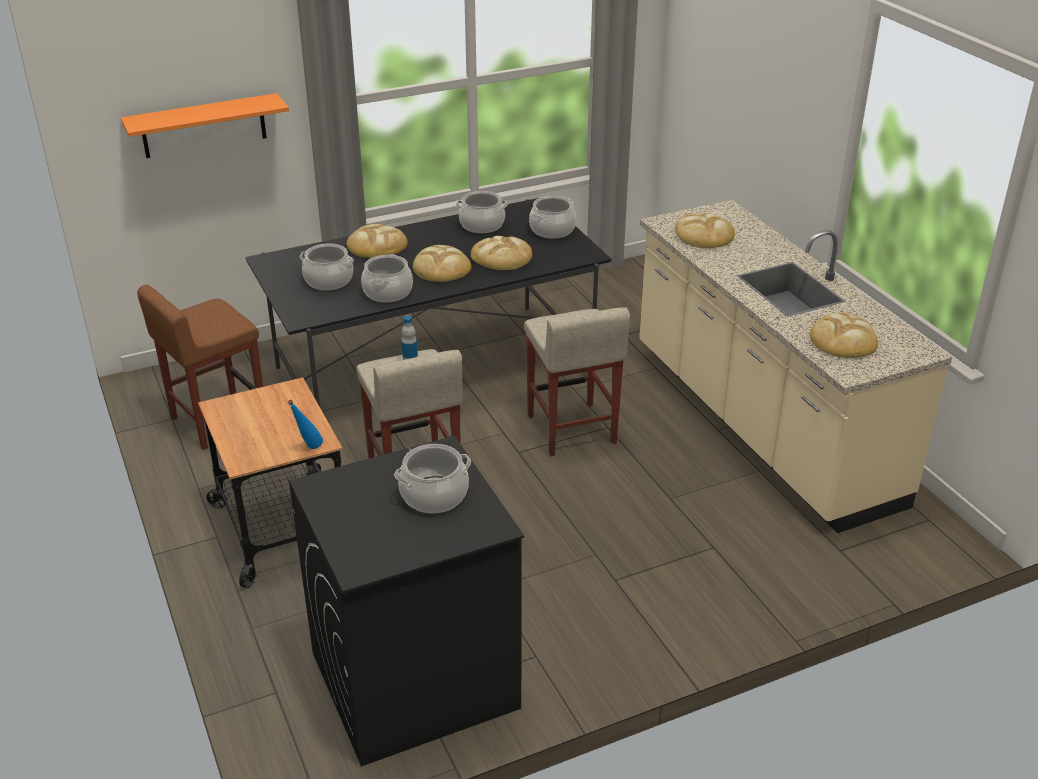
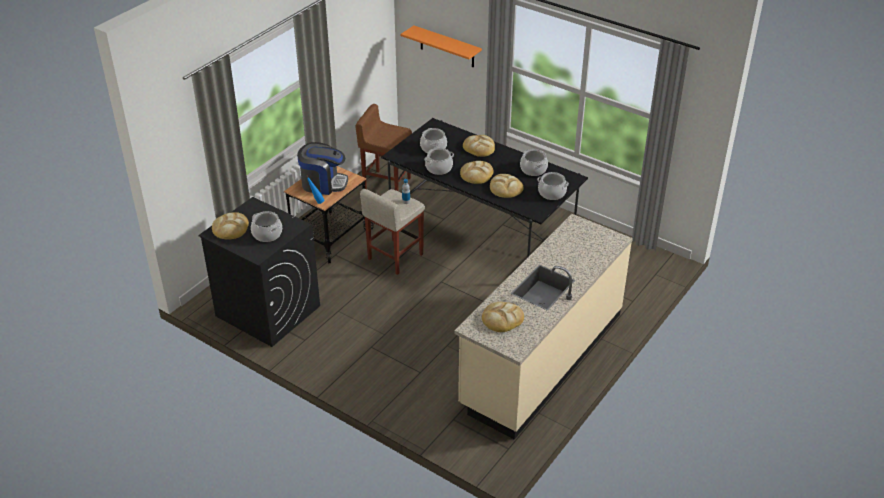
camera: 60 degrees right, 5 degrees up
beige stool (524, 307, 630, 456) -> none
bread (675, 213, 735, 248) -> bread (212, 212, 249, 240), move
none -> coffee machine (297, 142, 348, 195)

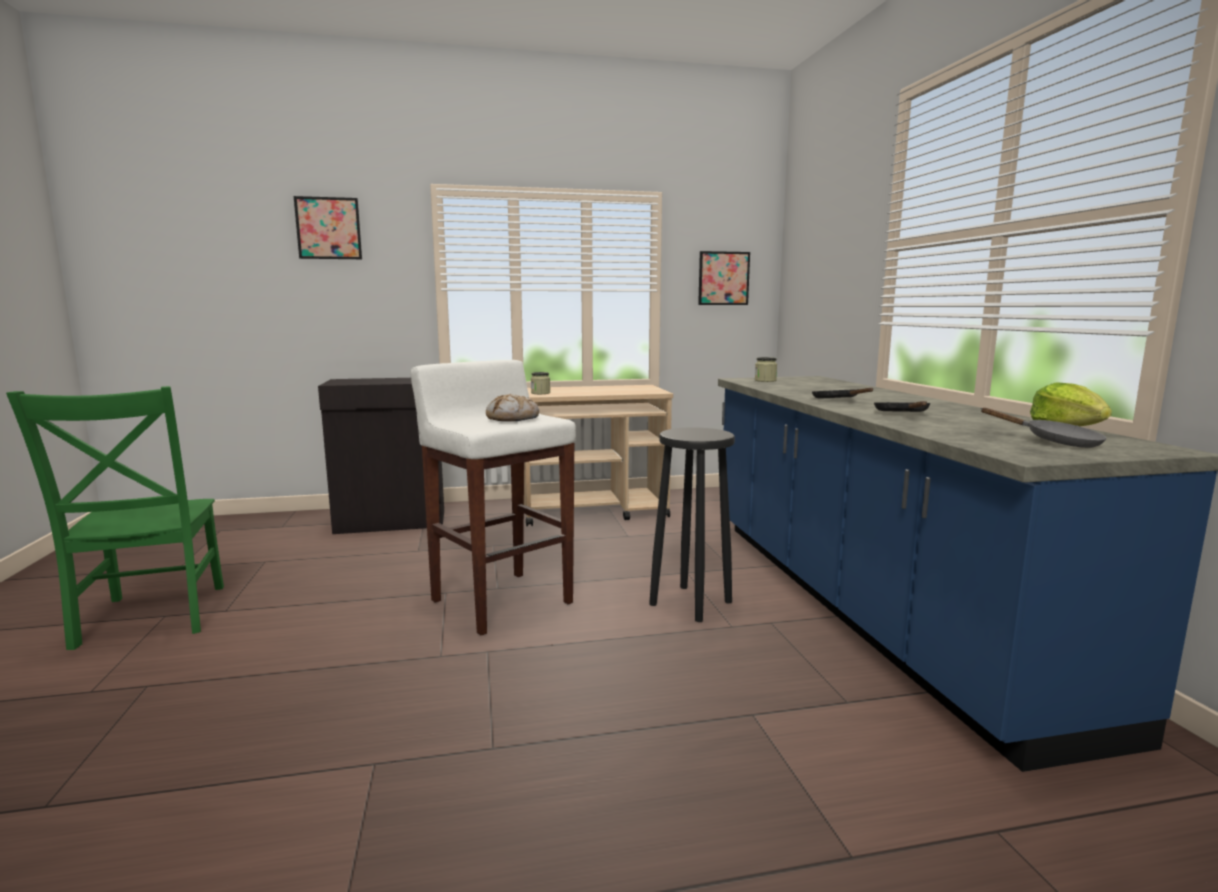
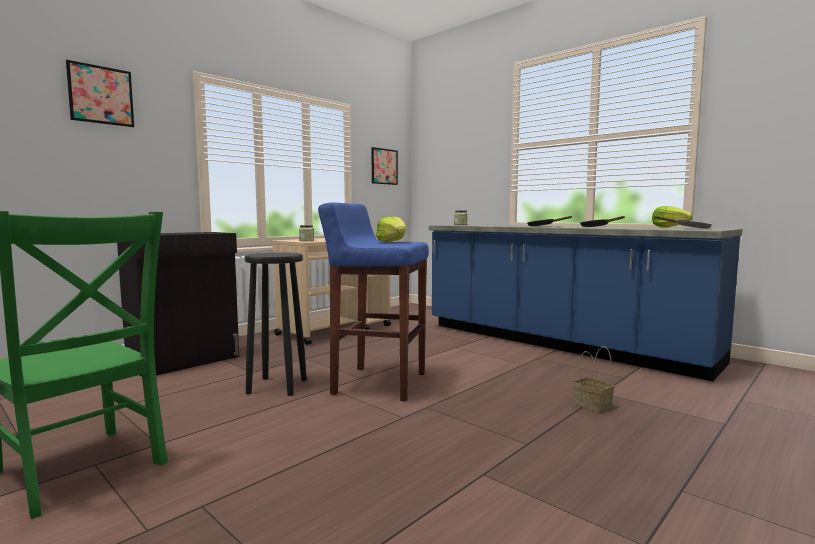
camera: 35 degrees left, 5 degrees down
white stool (410, 360, 576, 635) -> blue stool (318, 202, 429, 402)
bread (486, 394, 539, 422) -> lettuce (376, 216, 406, 242)
black stool (649, 427, 735, 622) -> black stool (245, 252, 307, 396), move
none -> basket (573, 346, 614, 413)

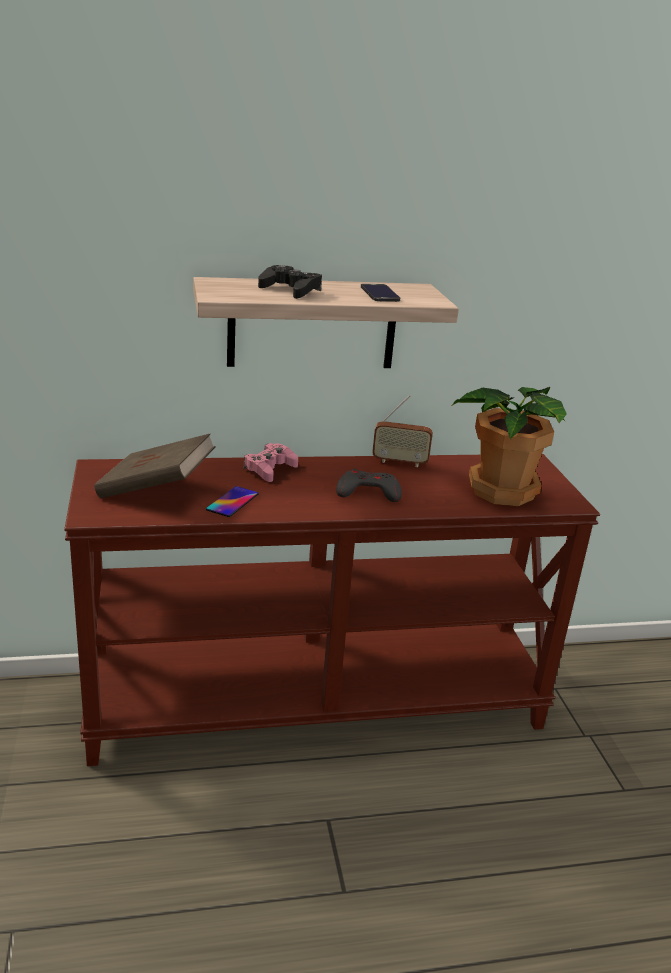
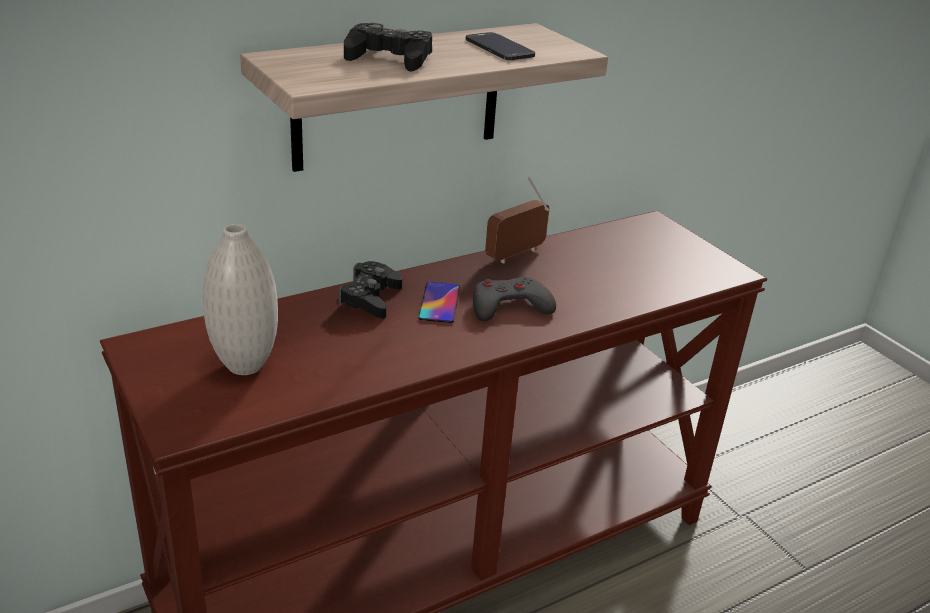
camera: 20 degrees left, 5 degrees up
brown book (94, 434, 216, 498) -> white vase (202, 223, 278, 375)
phone (206, 486, 259, 517) -> phone (419, 281, 460, 323), move
pink game controller (244, 443, 298, 482) -> black game controller (339, 261, 402, 319)
radio (372, 395, 433, 467) -> radio (485, 177, 550, 264), 150 degrees clockwise
potted plant (452, 387, 567, 506) -> none

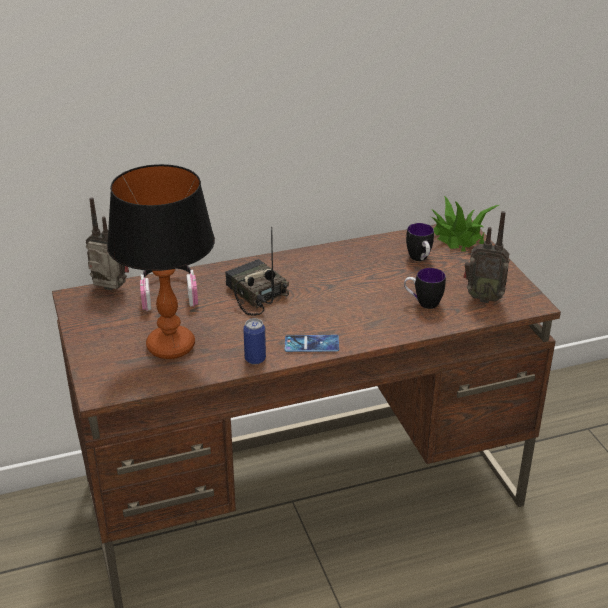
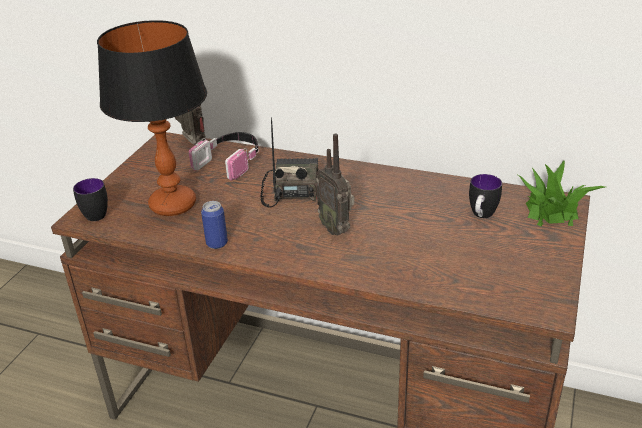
camera: 40 degrees right, 0 degrees up
phone (285, 335, 339, 352) -> none
mug (404, 268, 446, 309) -> mug (73, 178, 108, 221), move
radio (463, 211, 510, 303) -> radio (315, 133, 355, 236), move

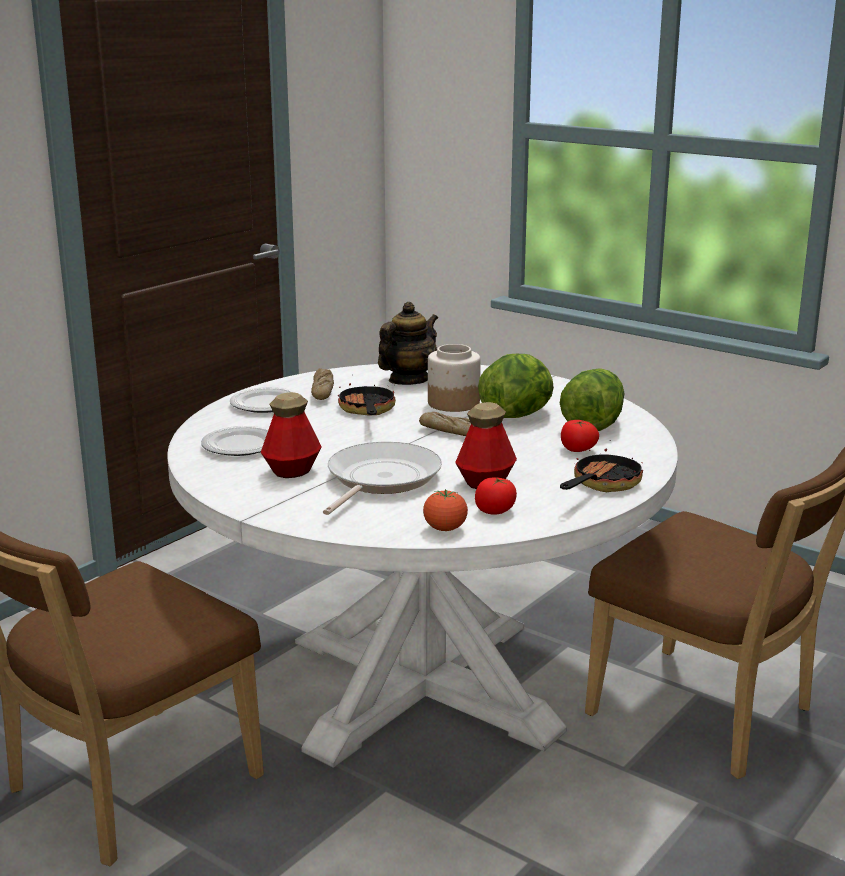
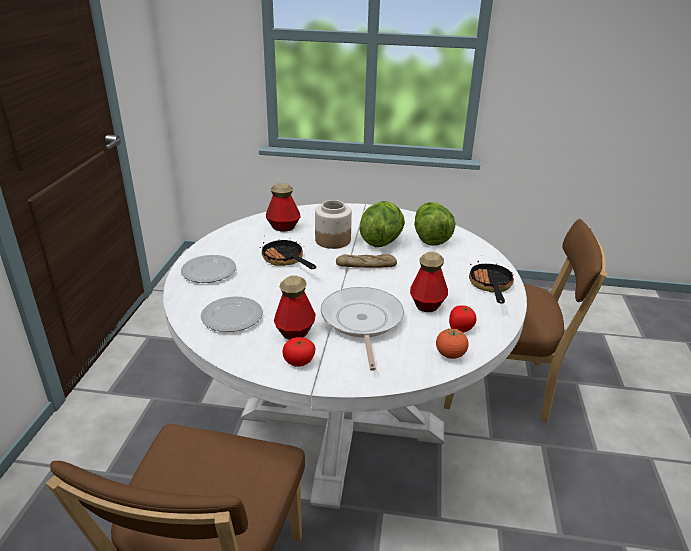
camera: 30 degrees left, 10 degrees up
bread (311, 368, 334, 400) -> none
teapot (378, 302, 438, 385) -> bottle (266, 183, 300, 231)
tomato (561, 420, 599, 452) -> tomato (282, 337, 315, 367), move

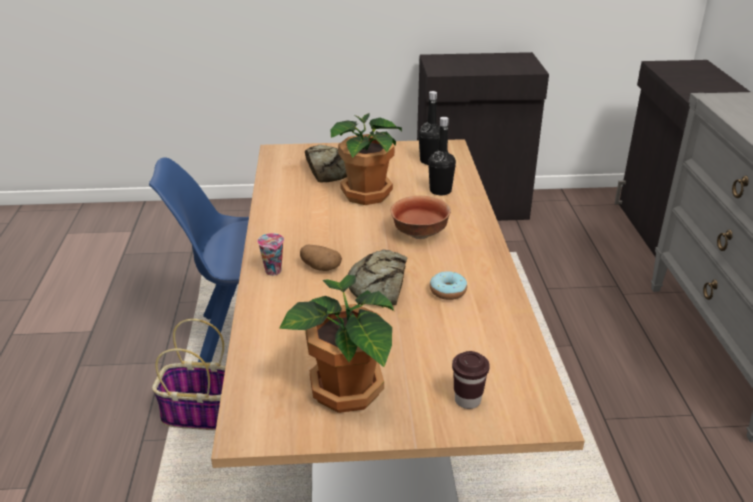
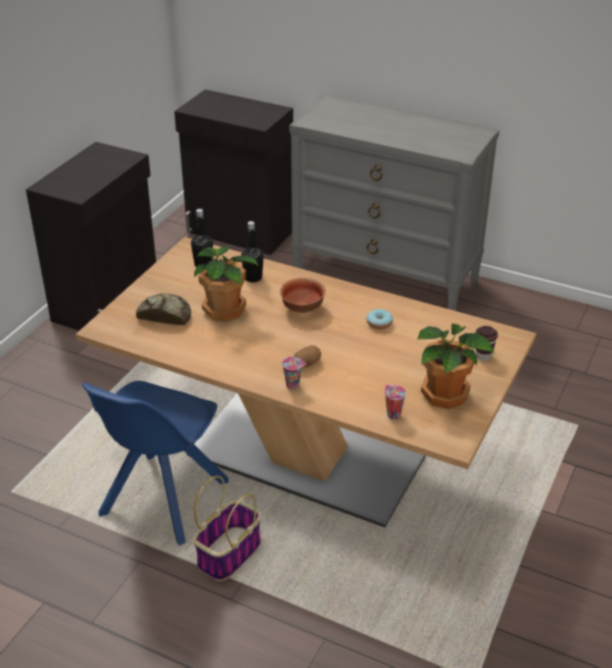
camera: 60 degrees left, 5 degrees up
bread (348, 249, 407, 305) -> none
none -> cup (384, 384, 406, 420)

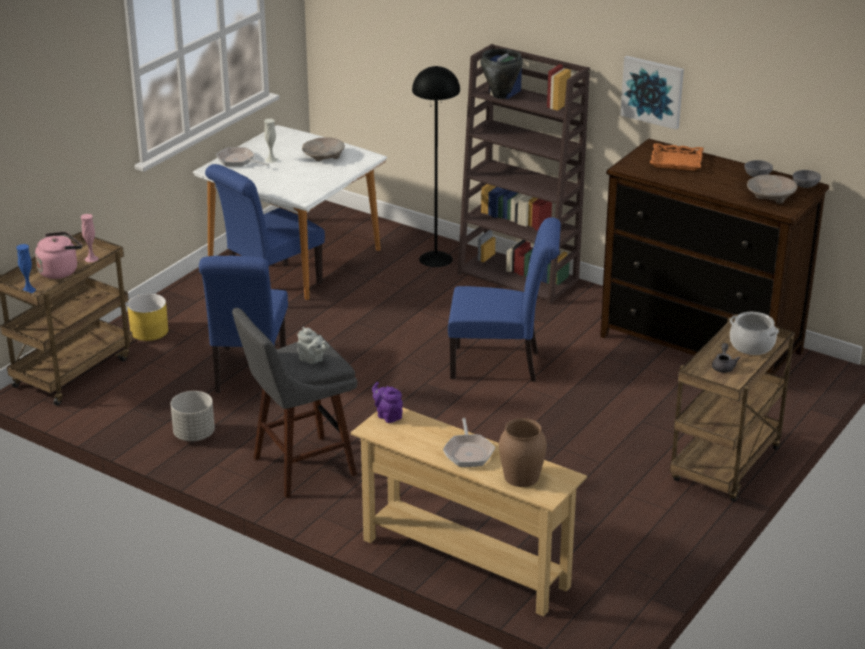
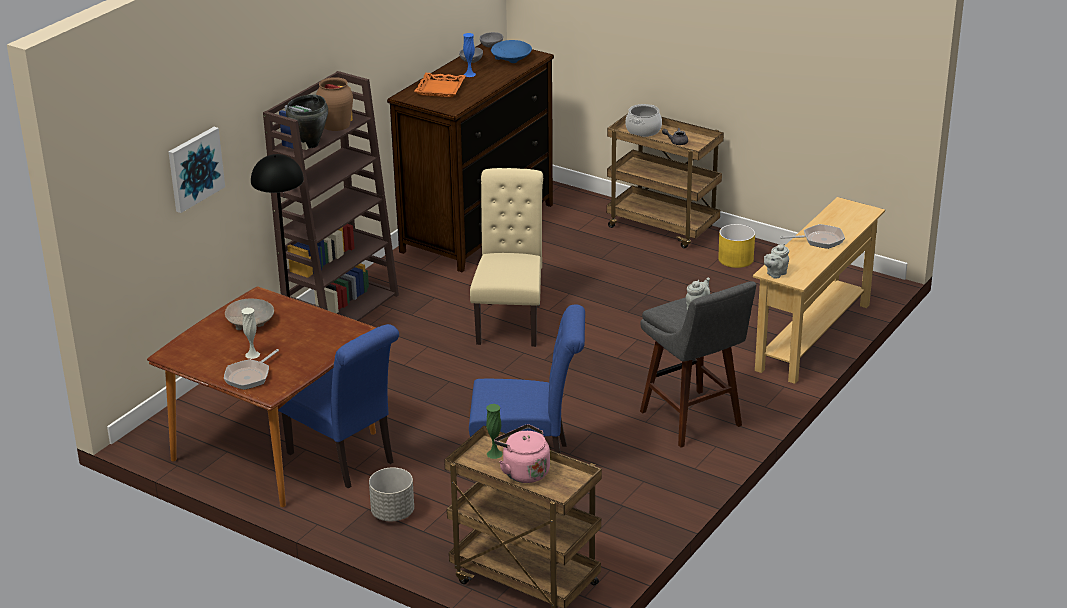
camera: 90 degrees left, 0 degrees up
blue vase (16, 244, 36, 293) -> blue vase (463, 33, 476, 77), move
pink vase (81, 214, 99, 262) -> green vase (486, 404, 503, 459)
yellow planter (127, 294, 168, 341) -> yellow planter (718, 224, 755, 268), move
grey planter (170, 391, 215, 441) -> grey planter (369, 468, 414, 521), move
white dining table (193, 125, 387, 300) -> brown dining table (147, 286, 377, 507)
purple teapot (372, 382, 403, 423) -> grey teapot (764, 244, 789, 279)
blue chair (448, 217, 561, 382) -> beige chair (470, 168, 543, 347)
brown vase (499, 418, 547, 487) -> brown vase (316, 77, 353, 131), move
picture (620, 56, 684, 130) -> picture (168, 127, 225, 213), move
beige bowl (747, 175, 797, 204) -> blue bowl (491, 40, 532, 63)

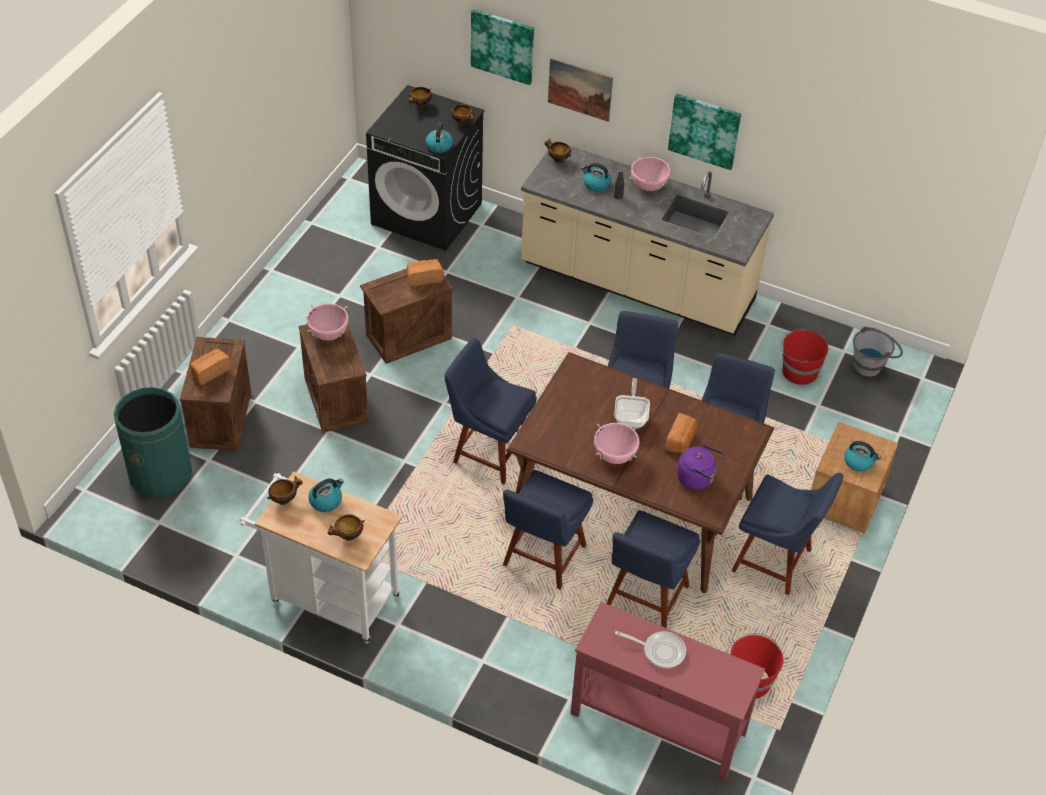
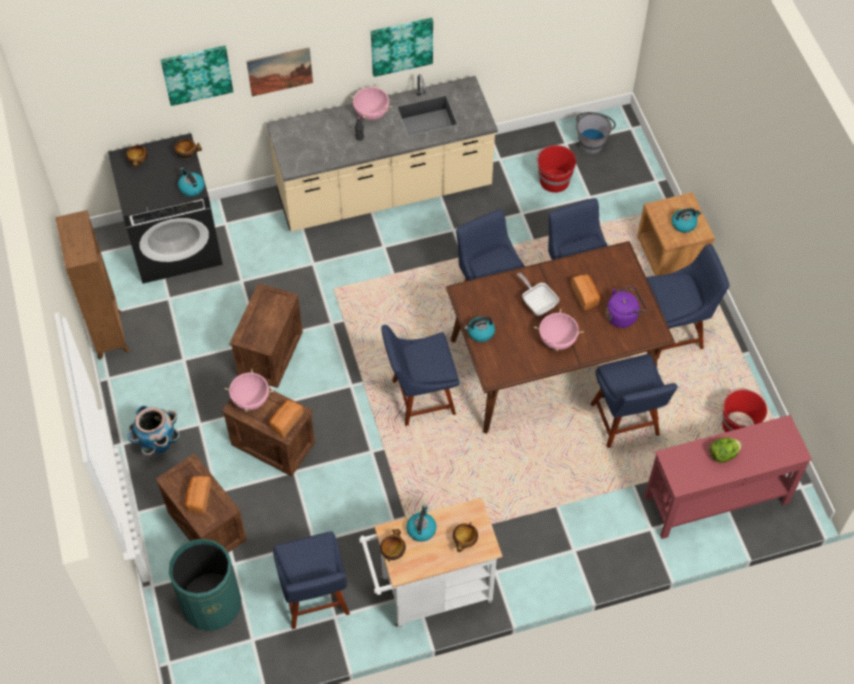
camera: 40 degrees left, 10 degrees up
bread (407, 259, 444, 286) -> bread (269, 400, 304, 438), move
blue chair (503, 470, 593, 590) -> blue chair (273, 531, 350, 629), move
bowl (545, 138, 571, 163) -> none
kettle (581, 163, 611, 192) -> kettle (464, 317, 495, 342), move
frying pan (615, 631, 686, 668) -> lettuce (710, 437, 742, 463)
none -> brown bookcase (55, 210, 130, 360)
none -> planter (128, 405, 180, 455)

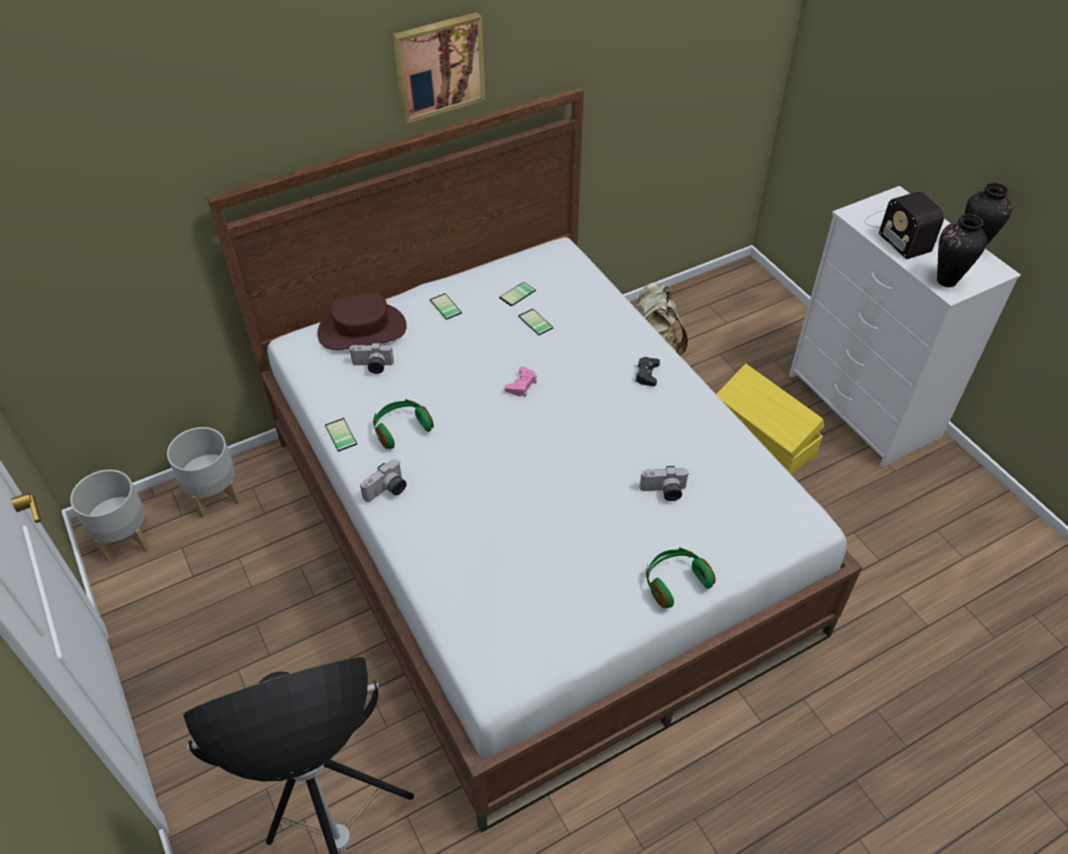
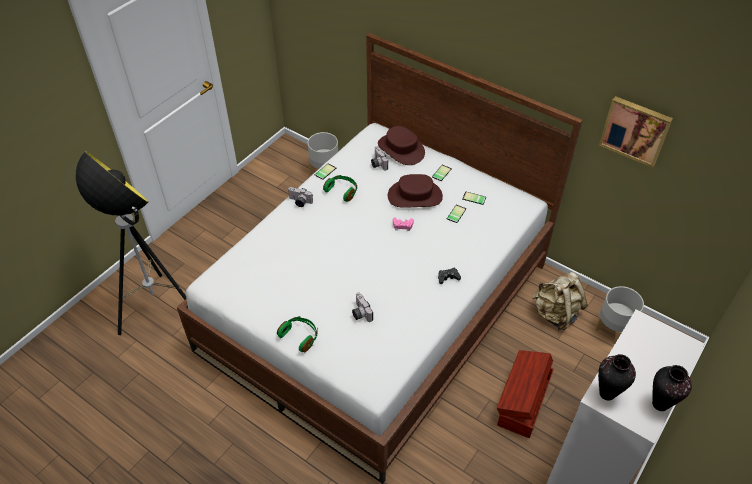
camera: 65 degrees right, 0 degrees up
grey planter (70, 470, 150, 561) -> grey planter (595, 286, 644, 344), move
picture (393, 12, 485, 123) -> picture (599, 96, 673, 168), move
yellow storage box (716, 364, 824, 475) -> brown storage box (497, 350, 554, 438)
radio (865, 191, 944, 259) -> none
none -> brown hat (388, 174, 443, 208)

